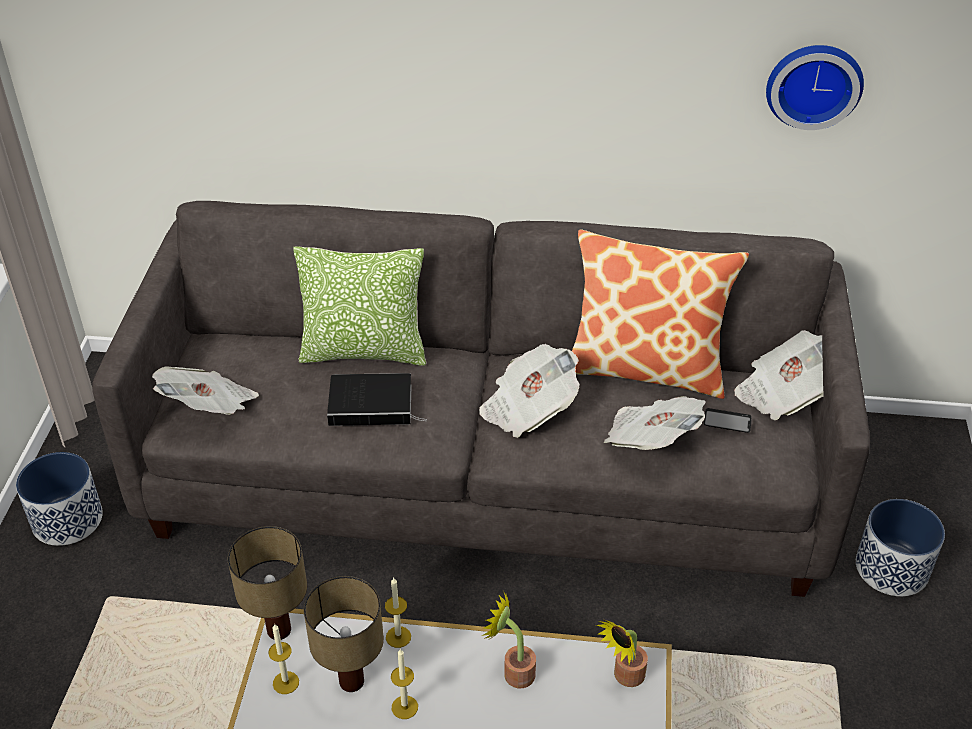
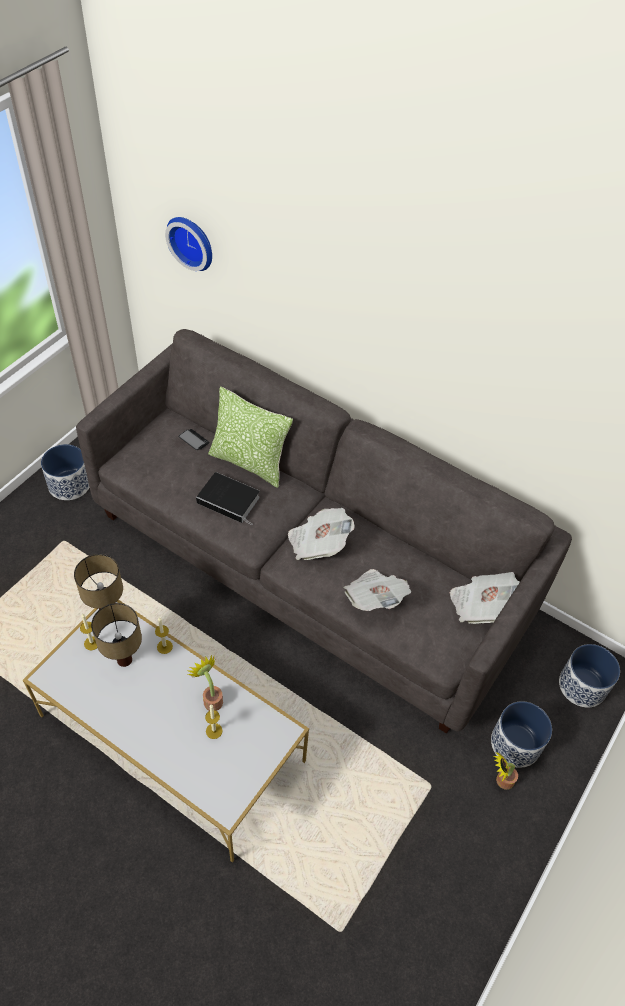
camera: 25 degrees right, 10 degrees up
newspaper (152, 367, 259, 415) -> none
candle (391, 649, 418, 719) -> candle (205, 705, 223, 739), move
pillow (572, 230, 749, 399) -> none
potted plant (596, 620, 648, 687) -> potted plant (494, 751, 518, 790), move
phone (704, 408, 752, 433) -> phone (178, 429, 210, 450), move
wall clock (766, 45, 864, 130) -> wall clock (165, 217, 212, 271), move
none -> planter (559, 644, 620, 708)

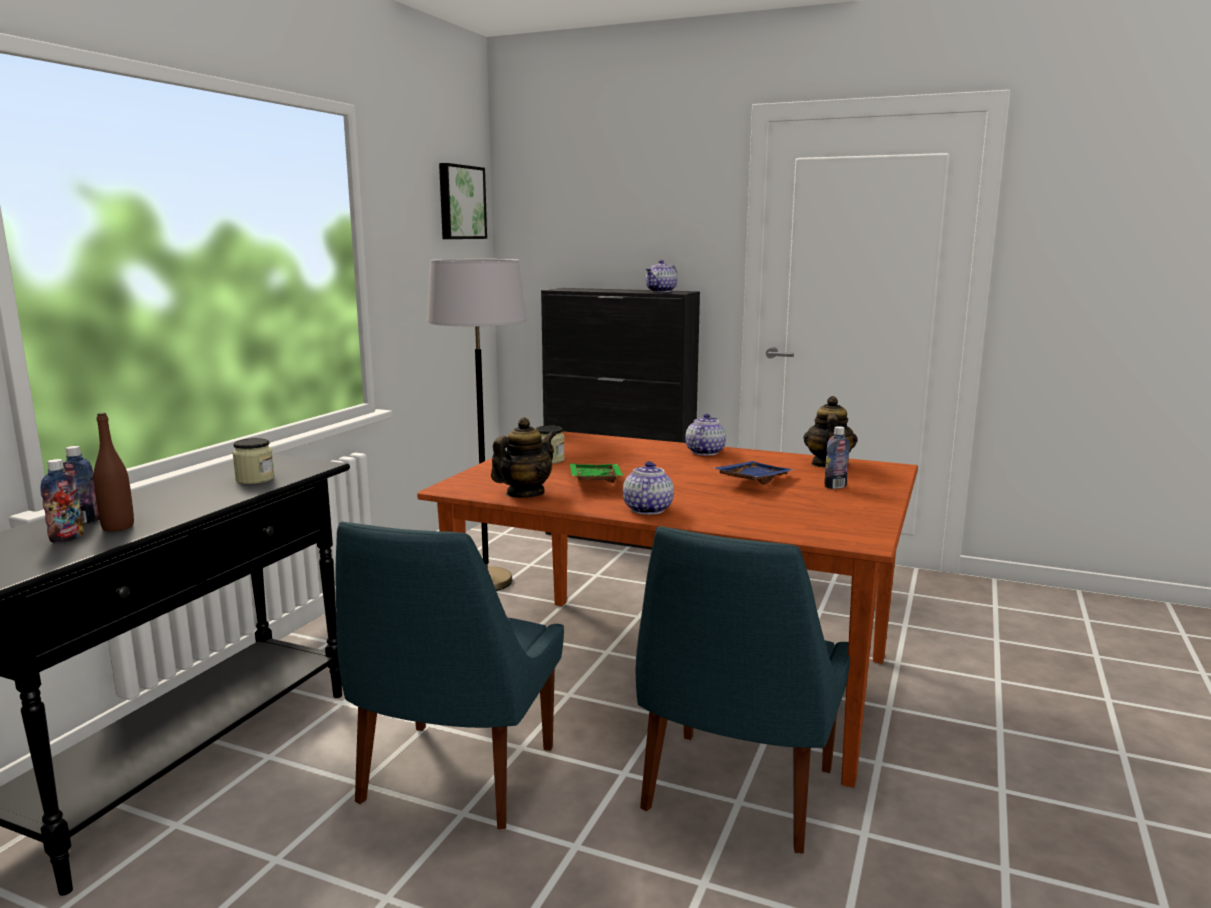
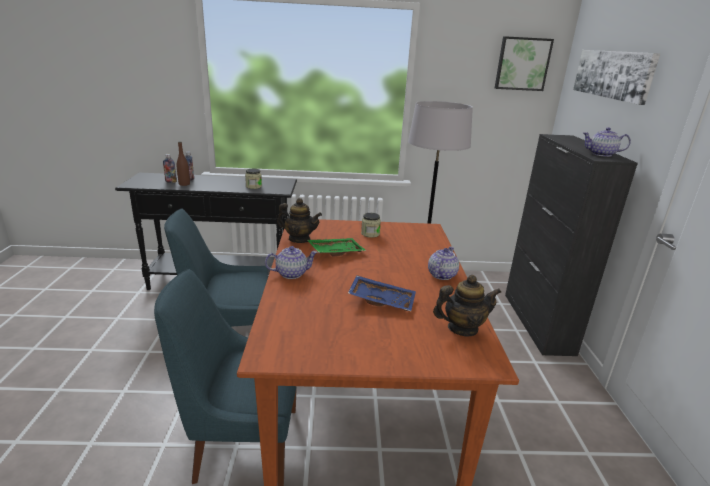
camera: 65 degrees right, 10 degrees up
teapot (685, 414, 726, 456) -> teapot (428, 247, 459, 280), 60 degrees counterclockwise
bottle (824, 426, 850, 489) -> none
none -> picture (573, 50, 660, 105)

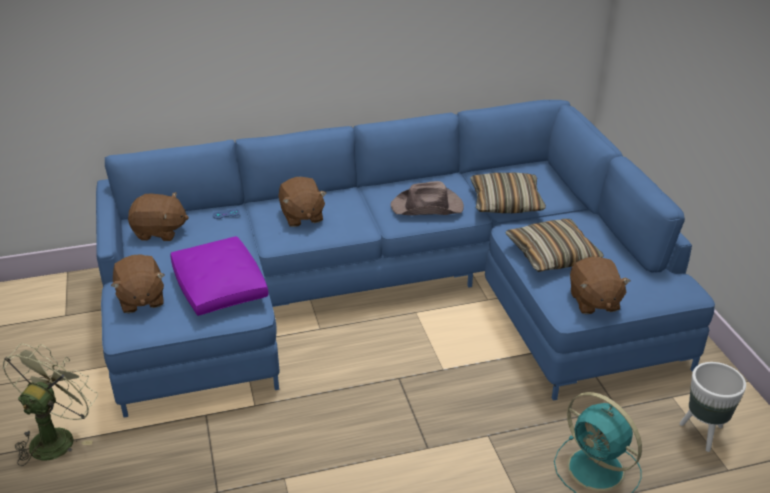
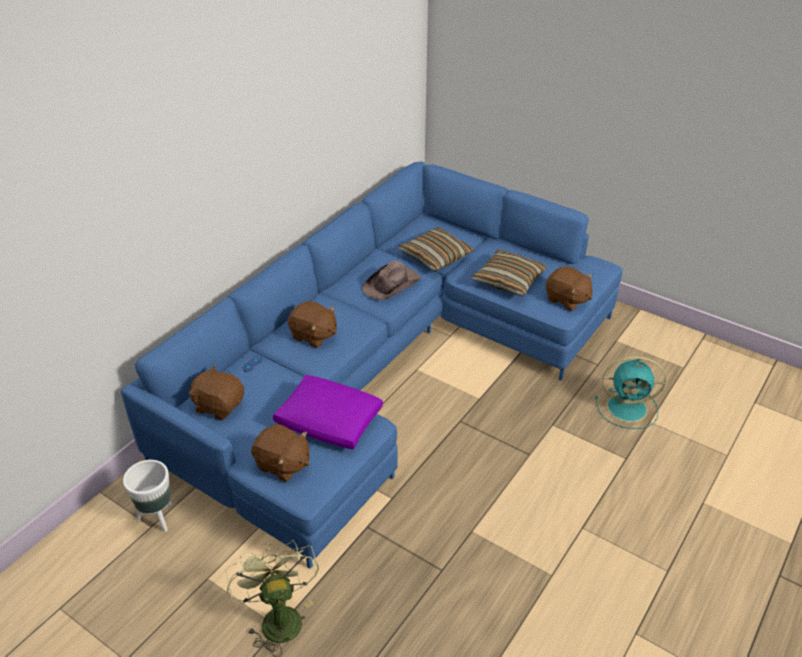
camera: 40 degrees left, 5 degrees up
brown plush toy (128, 192, 189, 241) -> brown plush toy (189, 365, 244, 420), 120 degrees counterclockwise
white planter (679, 362, 746, 452) -> white planter (123, 460, 172, 532), move

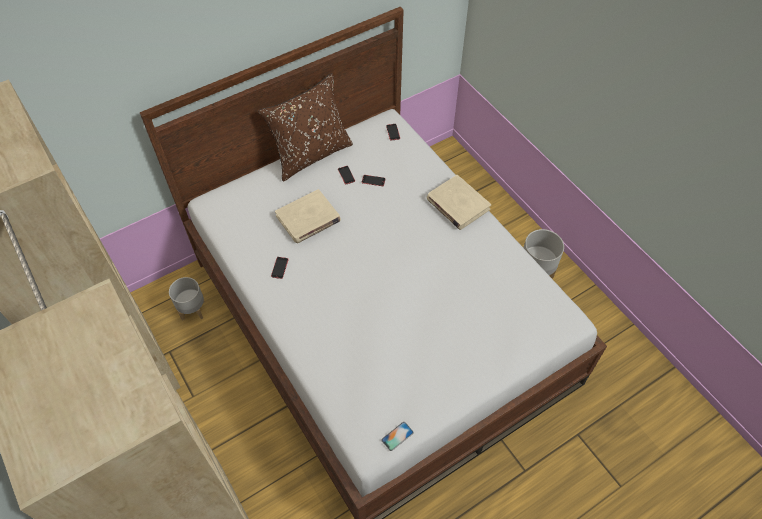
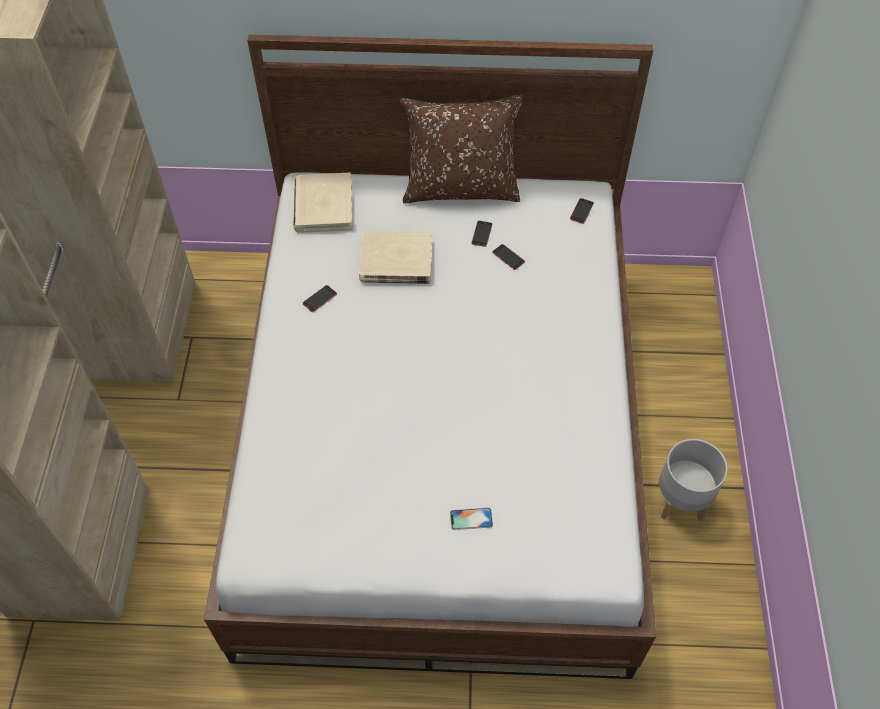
camera: 35 degrees right, 0 degrees up
grey planter (169, 277, 205, 320) -> none
phone (381, 422, 414, 451) -> phone (450, 508, 493, 530), move
beige book (427, 175, 491, 230) -> beige book (294, 173, 353, 233), move

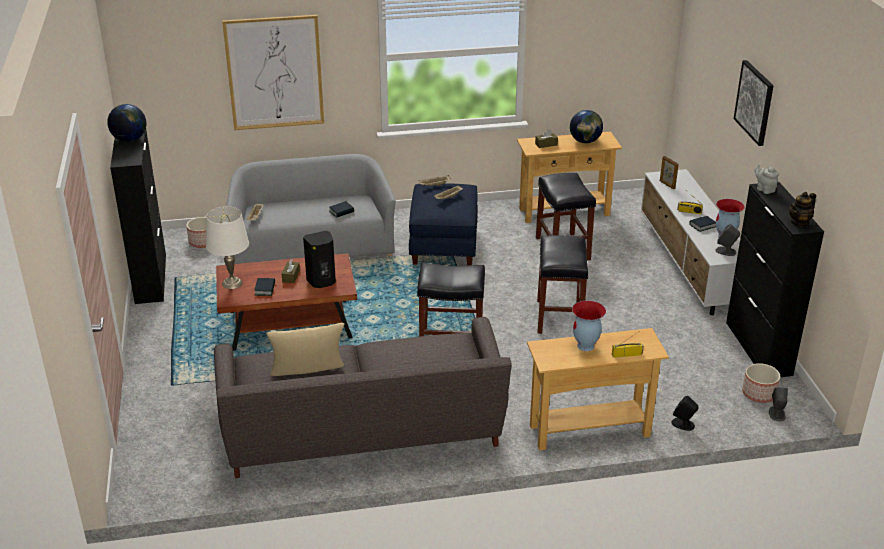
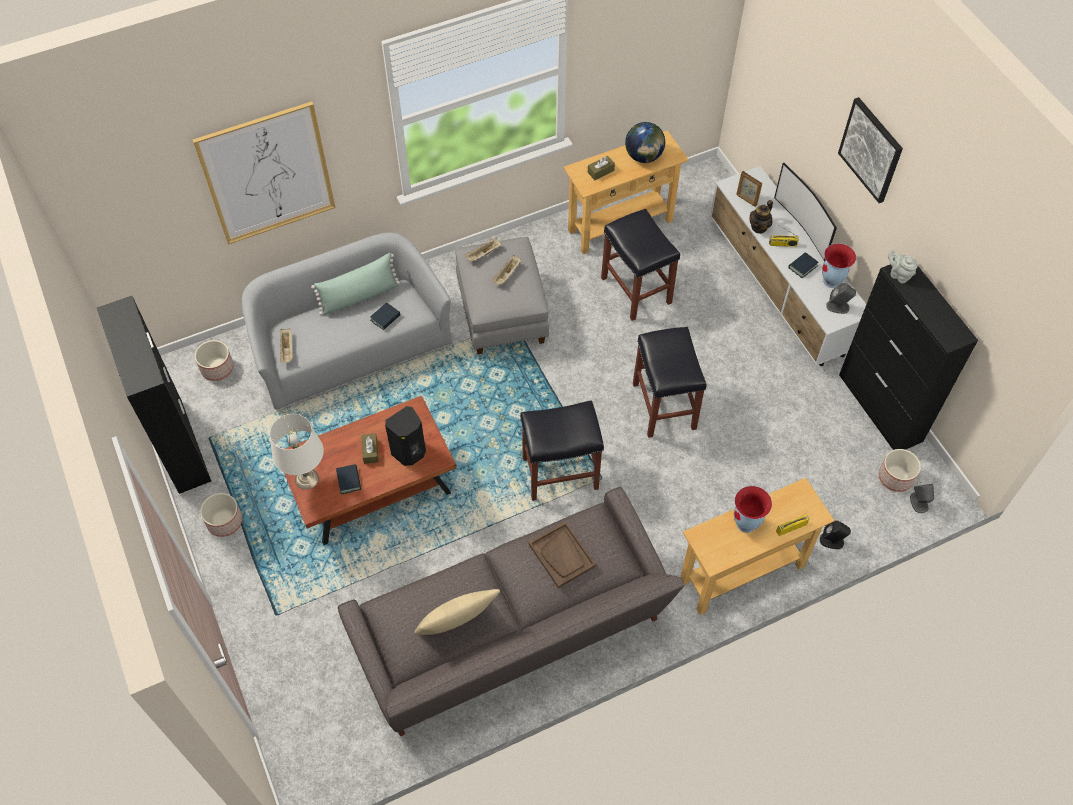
camera: 15 degrees left, 25 degrees up
globe (107, 104, 146, 142) -> none
blue ottoman (409, 183, 477, 265) -> grey ottoman (455, 237, 549, 354)
teapot (789, 192, 816, 227) -> teapot (750, 200, 773, 234), move
none -> planter (200, 493, 242, 537)
none -> green pillow (311, 253, 400, 315)
none -> brown tray (528, 521, 596, 588)
none -> television (774, 163, 837, 262)

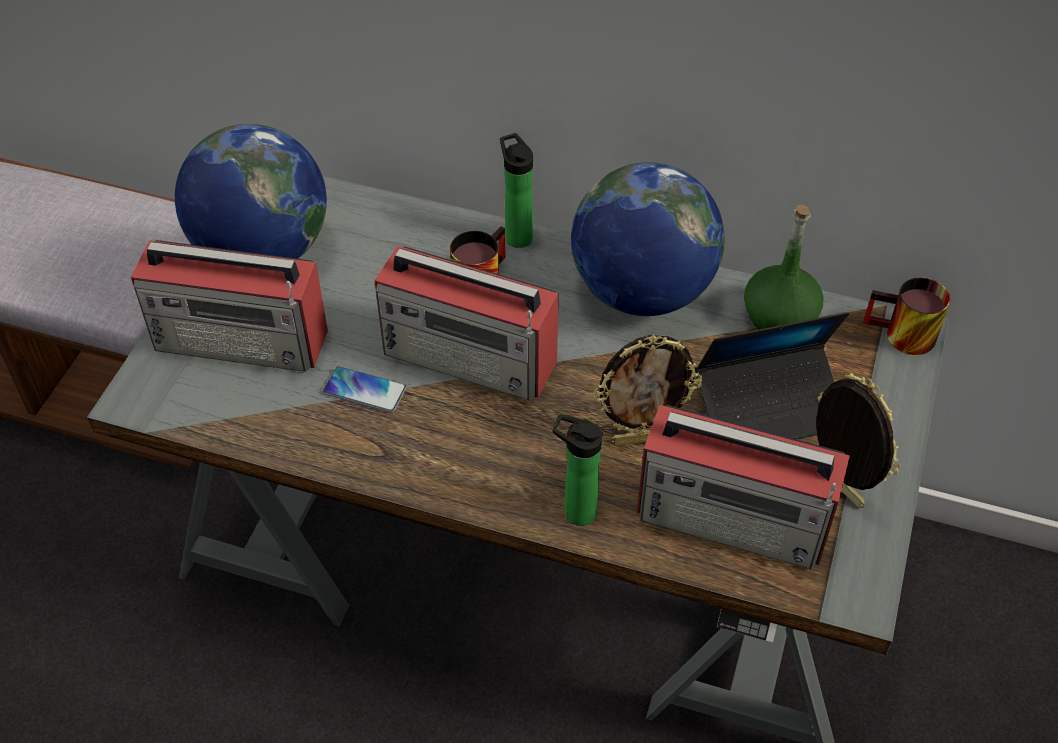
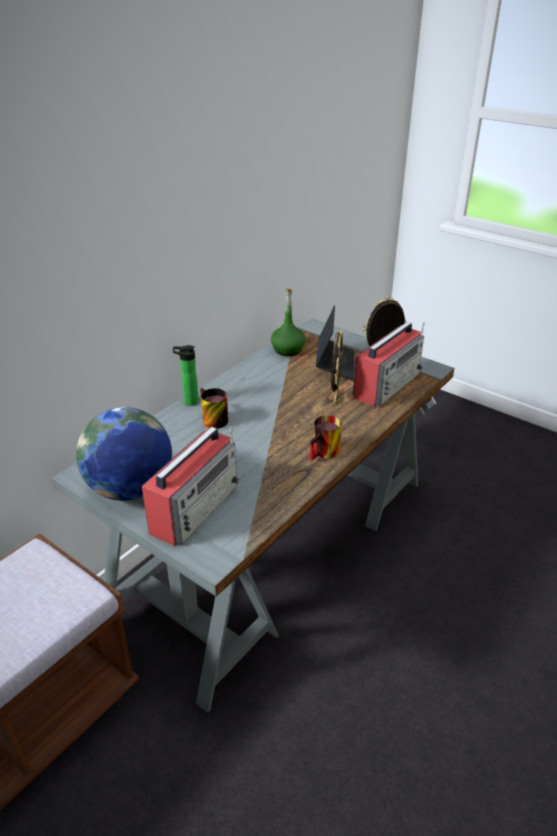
camera: 70 degrees left, 15 degrees down
phone (323, 366, 407, 413) -> none
radio (374, 246, 559, 400) -> none
bottle (553, 414, 603, 526) -> none
globe (571, 162, 725, 316) -> none
mug (863, 277, 951, 355) -> mug (310, 415, 342, 461), move

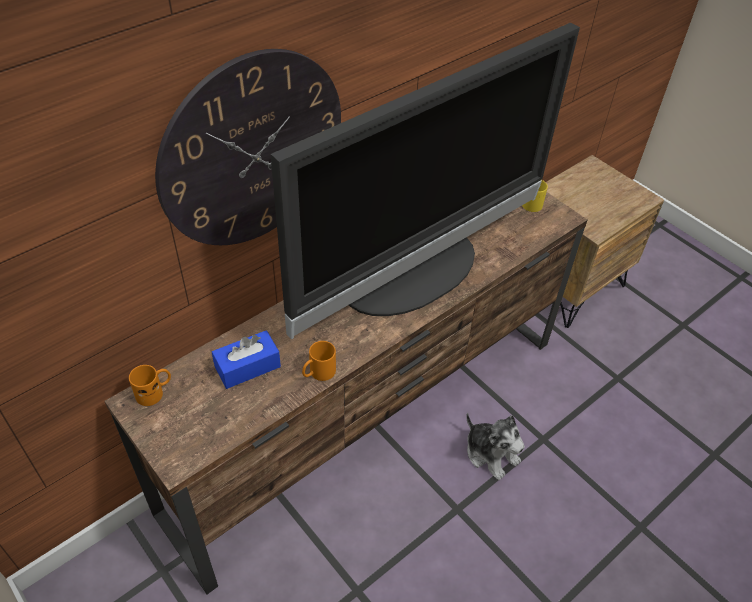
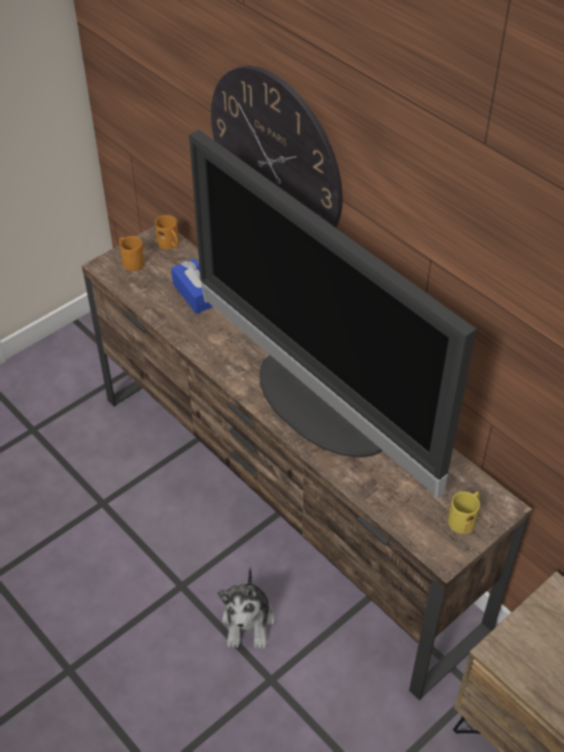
camera: 90 degrees right, 0 degrees up
orange mug (302, 341, 336, 381) -> orange mug (119, 236, 145, 271), move
plush toy (466, 413, 525, 480) -> plush toy (218, 567, 275, 649), 45 degrees counterclockwise

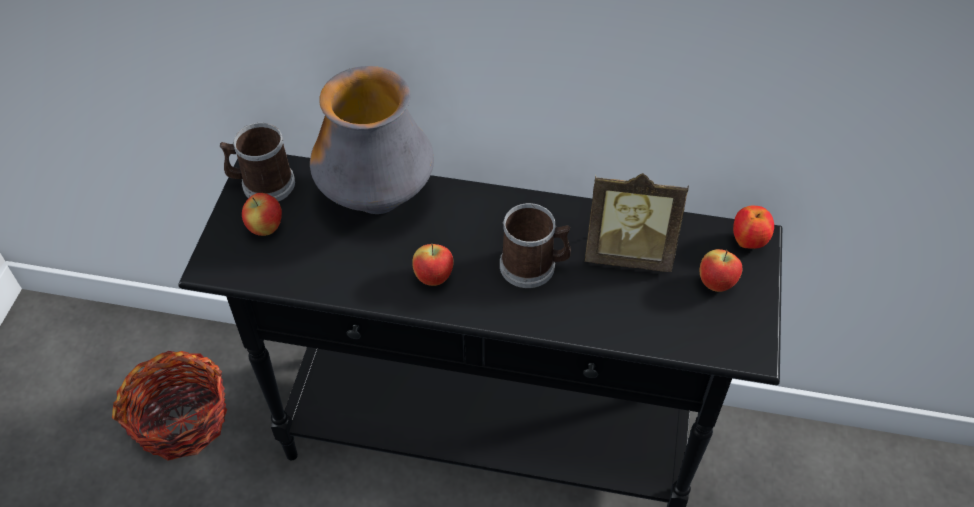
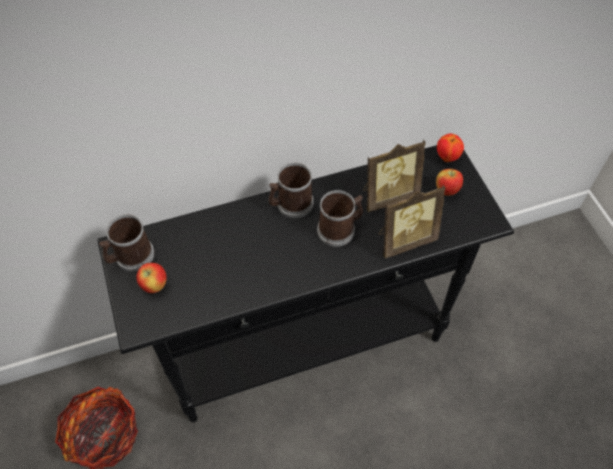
camera: 30 degrees left, 5 degrees up
vase (310, 66, 434, 214) -> none
apple (412, 243, 454, 286) -> none
none -> mug (269, 163, 314, 218)
none -> picture frame (379, 185, 445, 258)

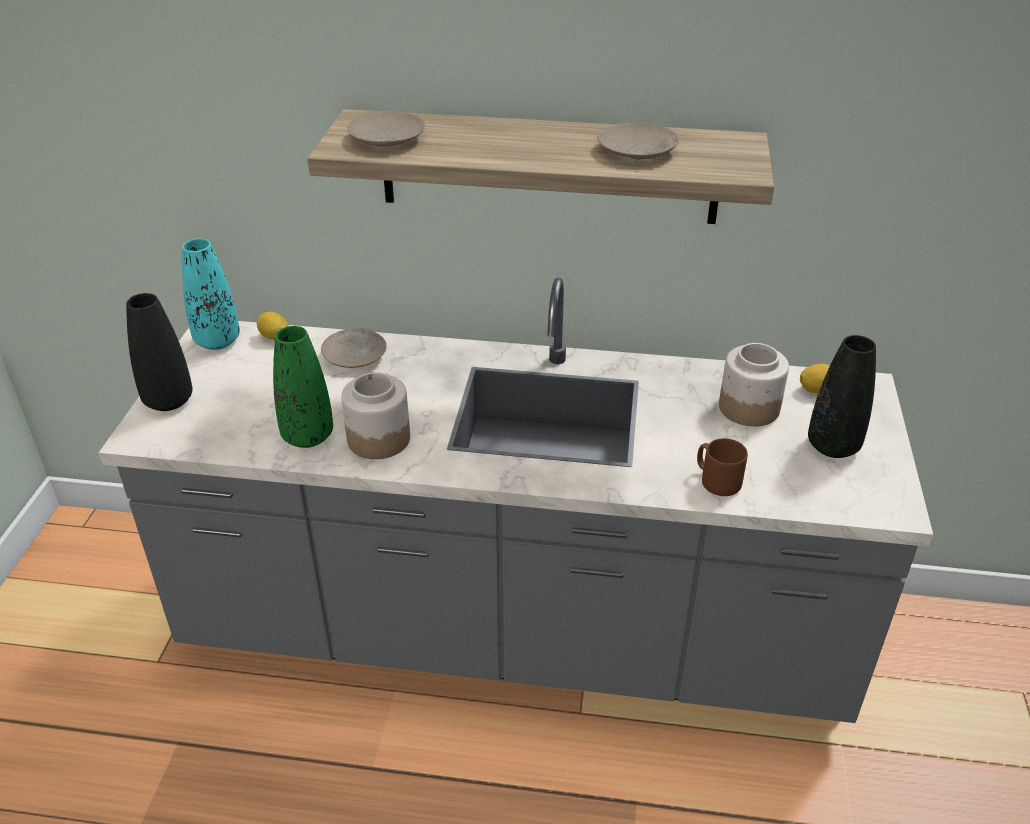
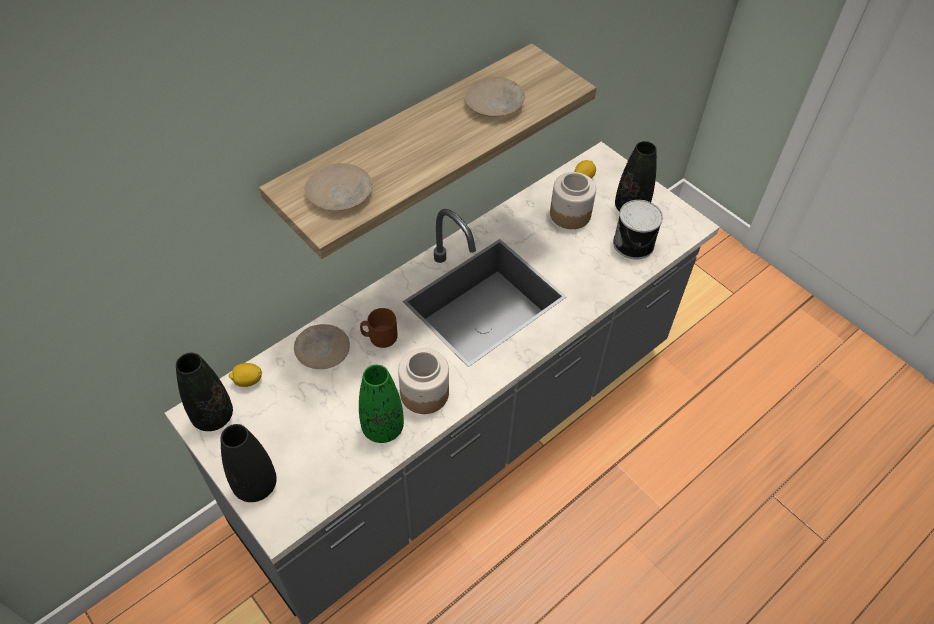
camera: 50 degrees left, 15 degrees up
turquoise vase (182, 238, 240, 350) -> black vase (176, 353, 233, 431)
brown mug (697, 438, 748, 496) -> brown mug (360, 308, 398, 348), move
none -> can (613, 200, 663, 259)

